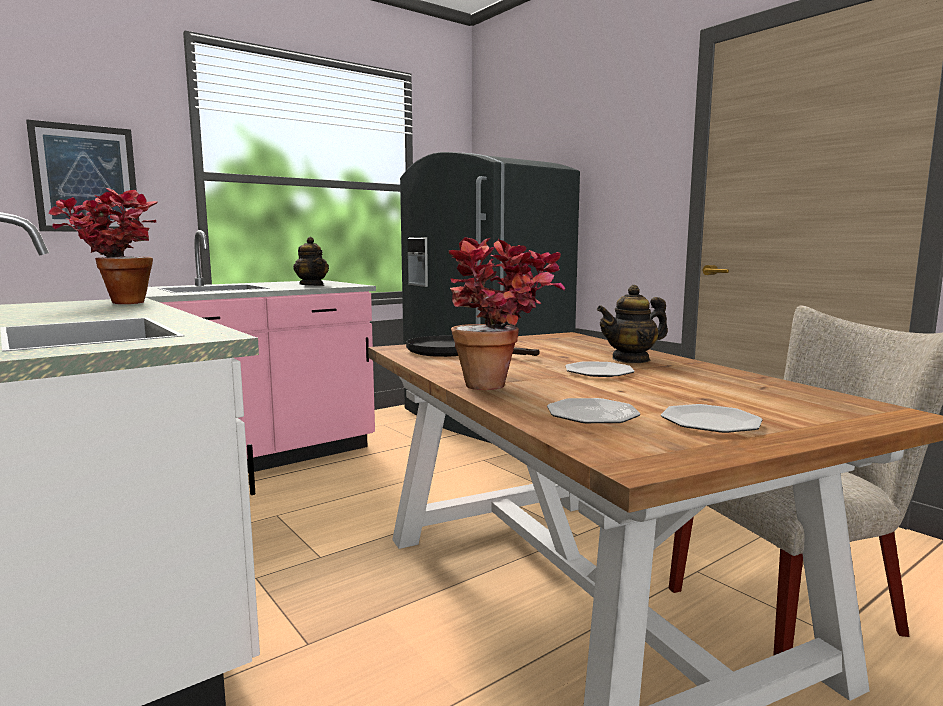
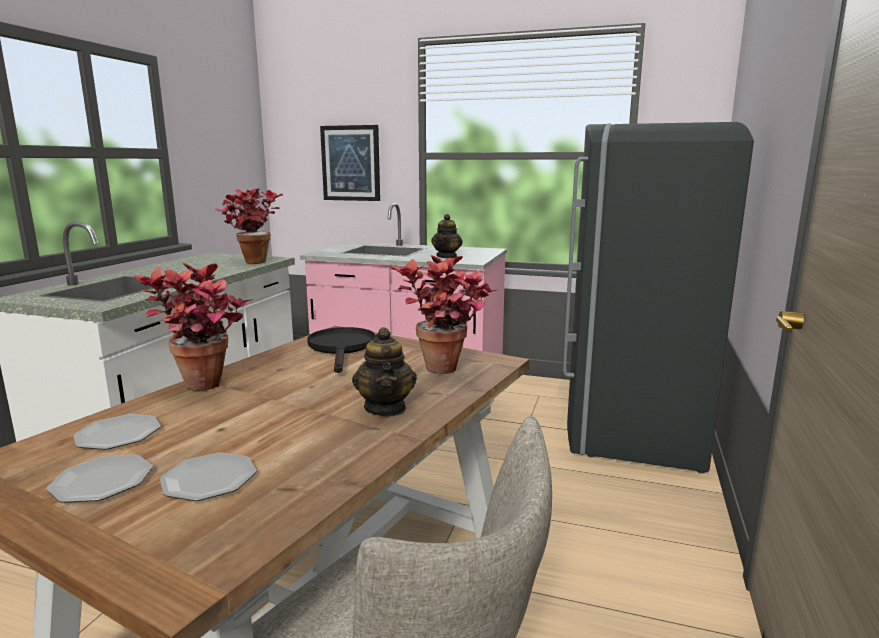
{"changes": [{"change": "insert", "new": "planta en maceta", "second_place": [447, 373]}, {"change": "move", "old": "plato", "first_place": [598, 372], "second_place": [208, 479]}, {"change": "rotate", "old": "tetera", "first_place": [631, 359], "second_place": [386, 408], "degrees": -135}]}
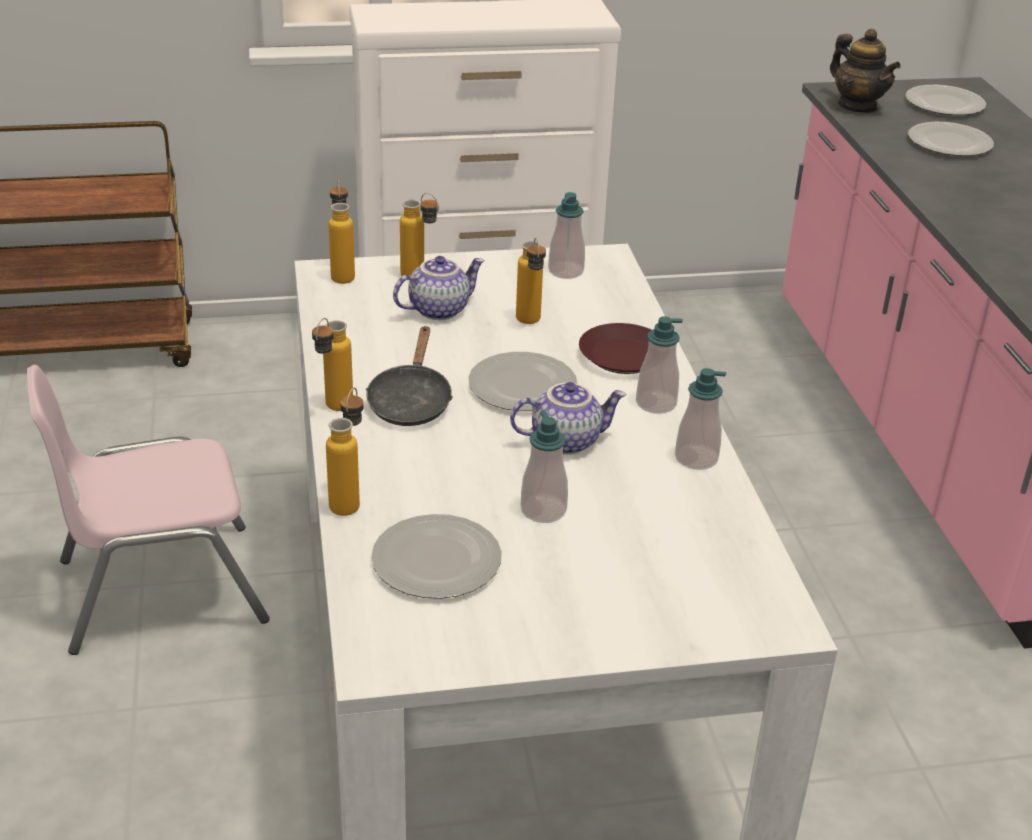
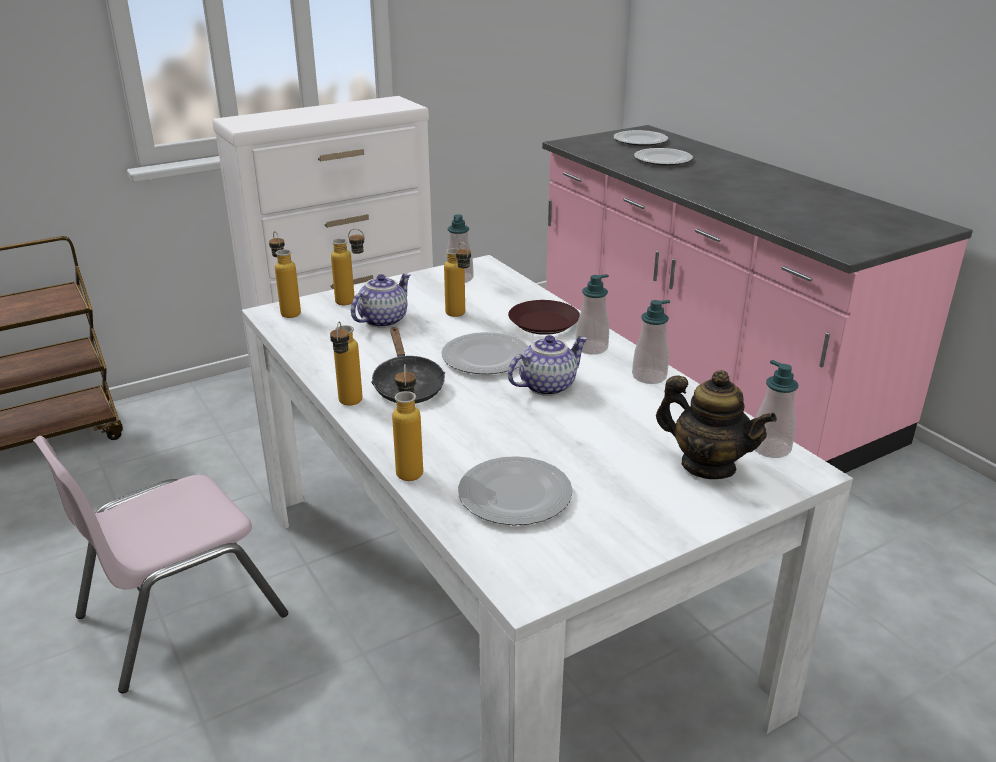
{"changes": [{"change": "move", "old": "dispensador de jabón", "first_place": [543, 510], "second_place": [770, 448]}, {"change": "move", "old": "tetera", "first_place": [857, 106], "second_place": [708, 465]}]}
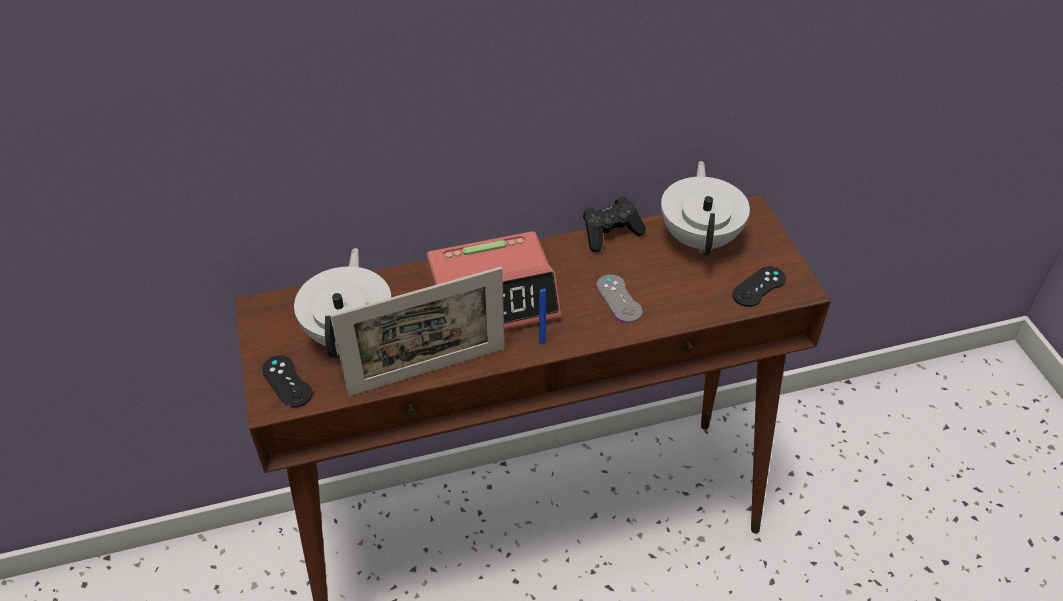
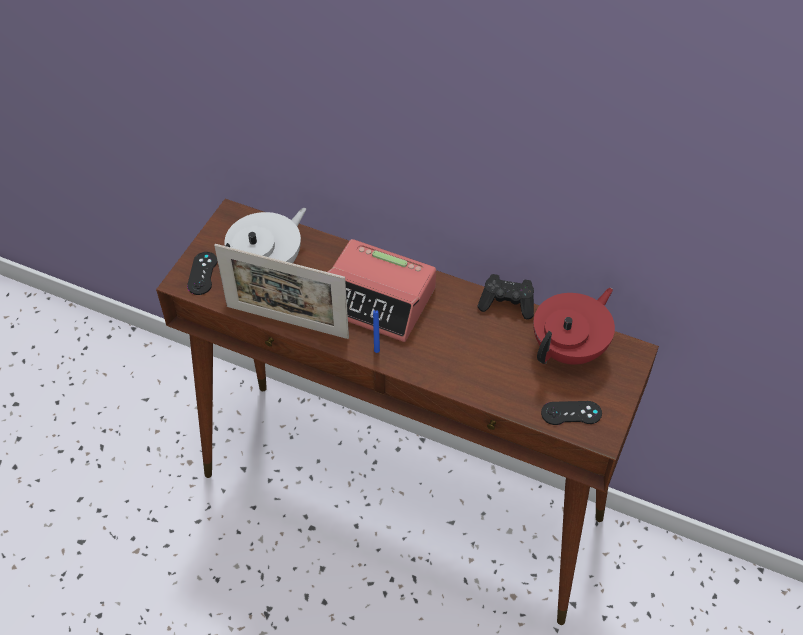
{"changes": [{"change": "delete", "old": "mando de consola [gris]", "first_place": [619, 298]}, {"change": "recolor", "old": "tetera [blanco]", "new": "tetera [rojo]", "first_place": [700, 237], "second_place": [570, 348]}]}
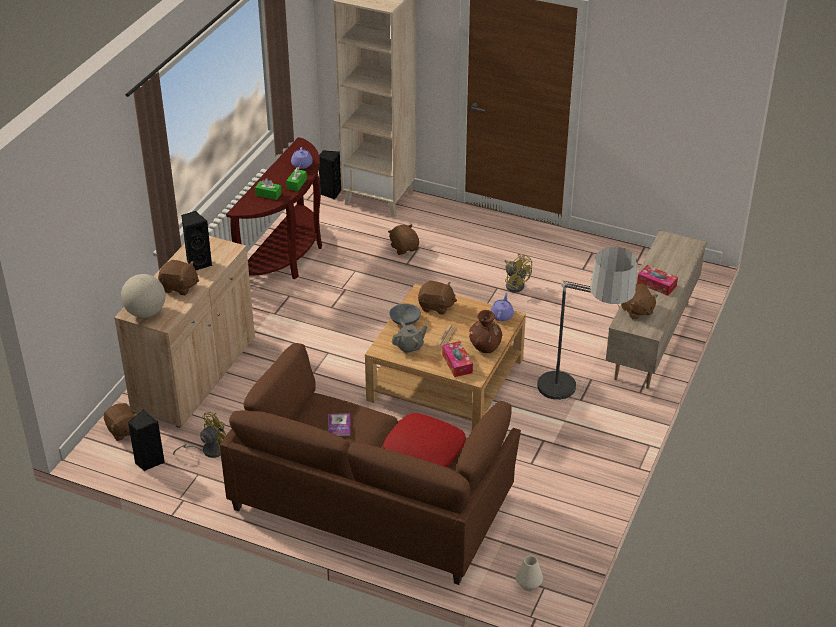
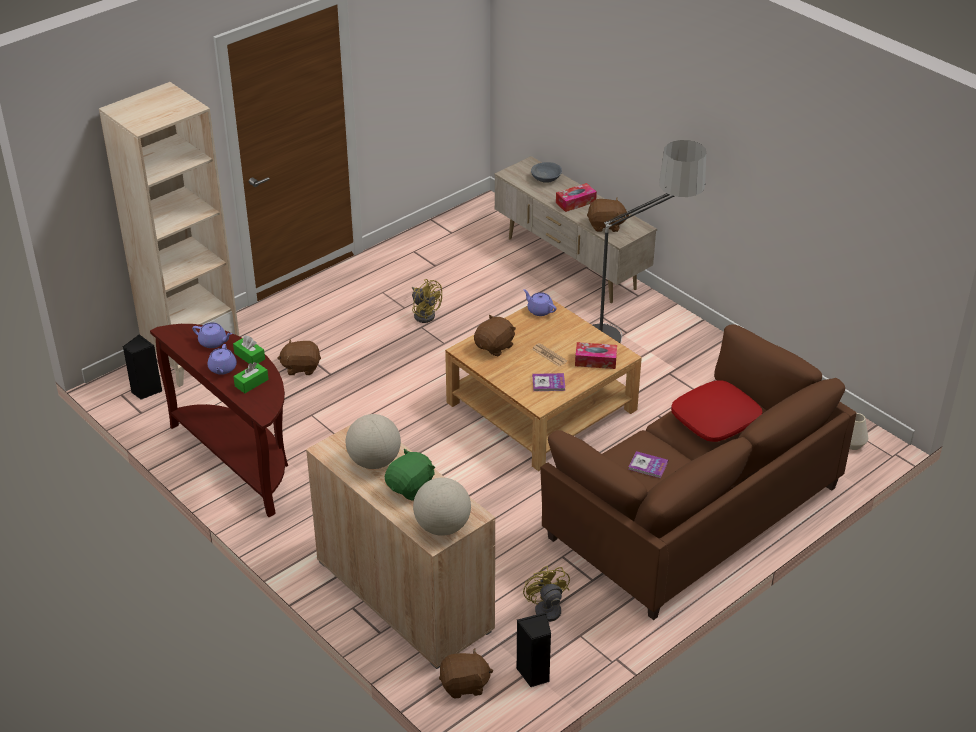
{"changes": [{"change": "delete", "old": "florero [marrón]", "first_place": [485, 346]}, {"change": "insert", "new": "tetera [morado]", "second_place": [222, 369]}, {"change": "move", "old": "cuenco [gris]", "first_place": [404, 321], "second_place": [546, 179]}, {"change": "replace", "old": "altavoz [negro]", "new": "globo terráqueo", "first_place": [198, 263], "second_place": [374, 461]}, {"change": "replace", "old": "tetera [gris]", "new": "libro", "first_place": [409, 346], "second_place": [548, 383]}, {"change": "recolor", "old": "peluche [marrón]", "new": "peluche [verde]", "first_place": [179, 287], "second_place": [411, 487]}, {"change": "rotate", "old": "ventilador [amarillo]", "first_place": [515, 284], "second_place": [425, 314], "degrees": 60}]}
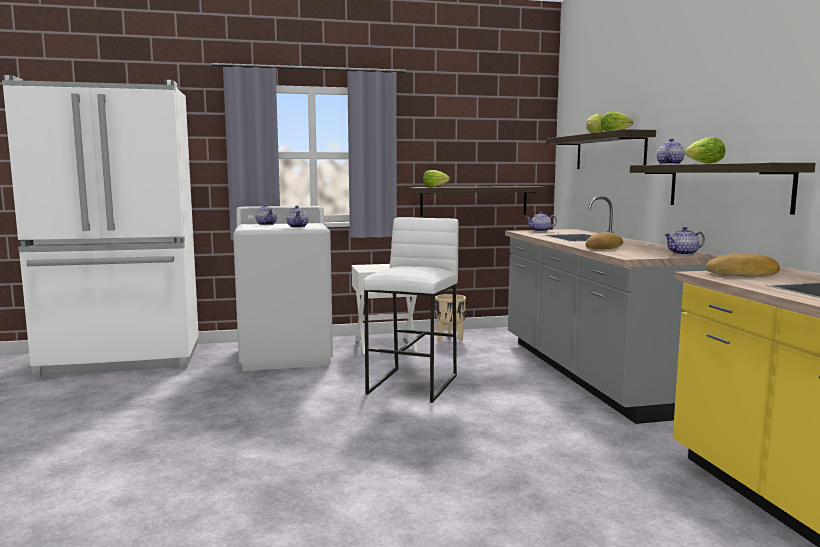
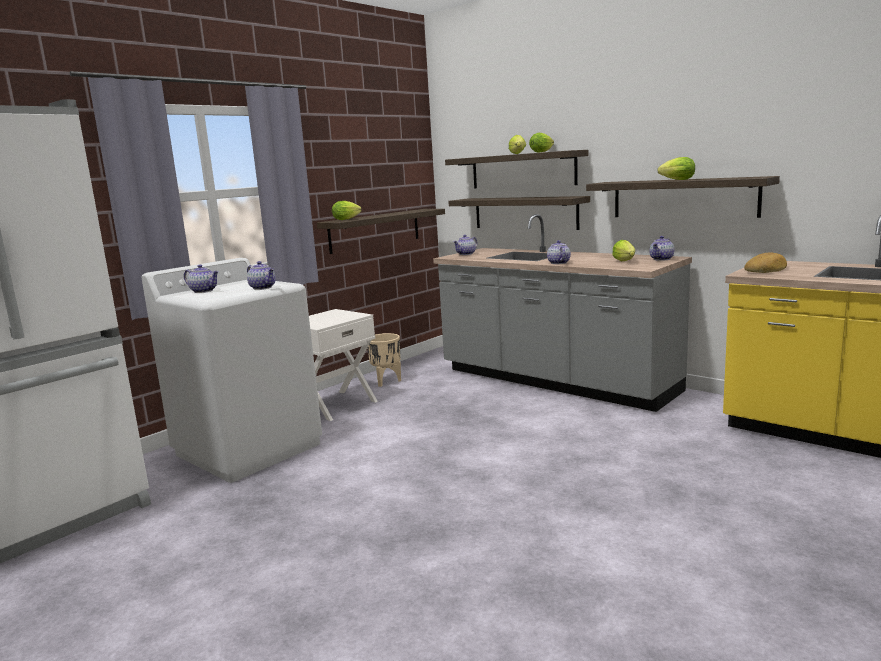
{"changes": [{"change": "delete", "old": "taburete [blanco]", "first_place": [414, 384]}, {"change": "delete", "old": "pan", "first_place": [603, 247]}, {"change": "insert", "new": "estante", "second_place": [525, 213]}, {"change": "insert", "new": "lechuga", "second_place": [625, 261]}, {"change": "move", "old": "tetera", "first_place": [669, 164], "second_place": [558, 263]}]}
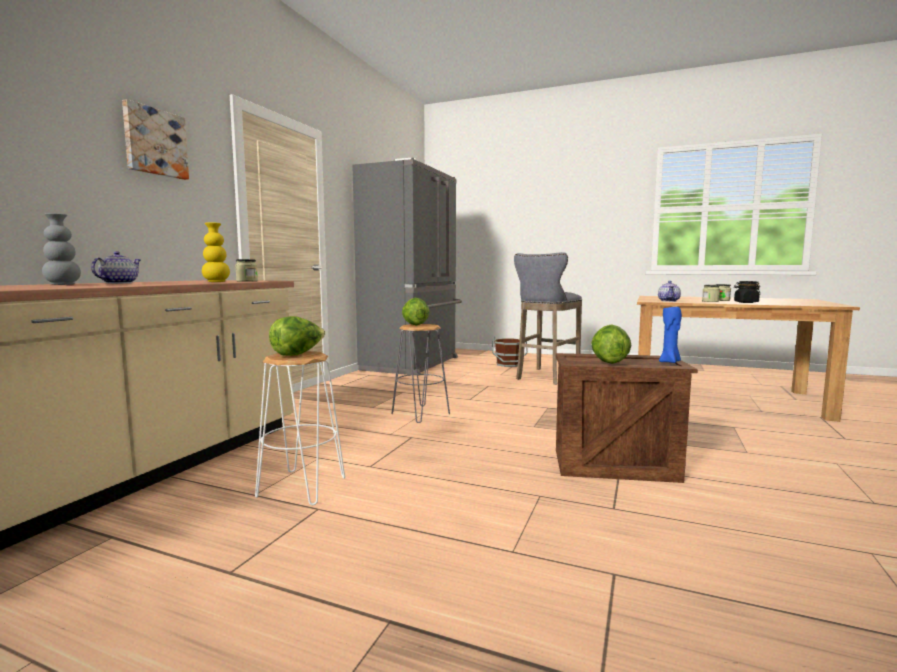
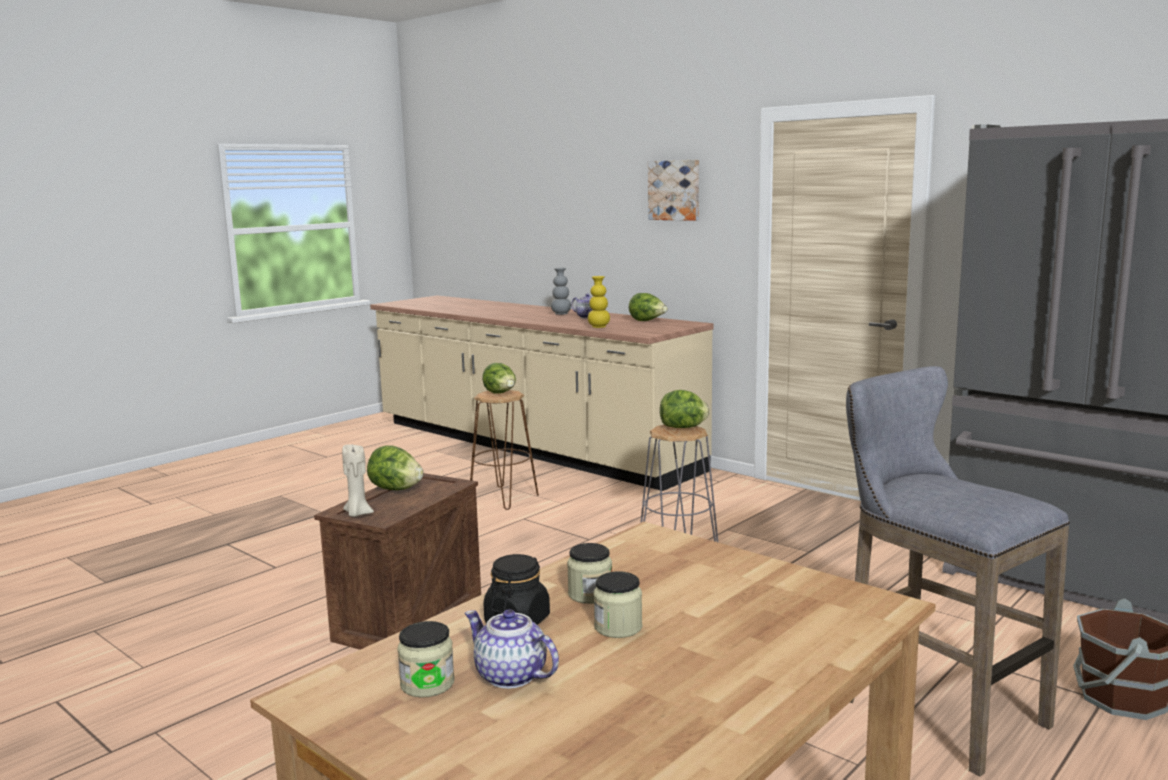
{"changes": [{"change": "insert", "new": "lechuga", "second_place": [647, 321]}, {"change": "move", "old": "tarro", "first_place": [247, 281], "second_place": [427, 684]}, {"change": "move", "old": "tetera", "first_place": [669, 301], "second_place": [511, 676]}, {"change": "recolor", "old": "taburete [blanco]", "new": "taburete [marrón]", "first_place": [301, 487], "second_place": [503, 498]}, {"change": "recolor", "old": "vela [azul]", "new": "vela [beis]", "first_place": [670, 362], "second_place": [357, 514]}]}
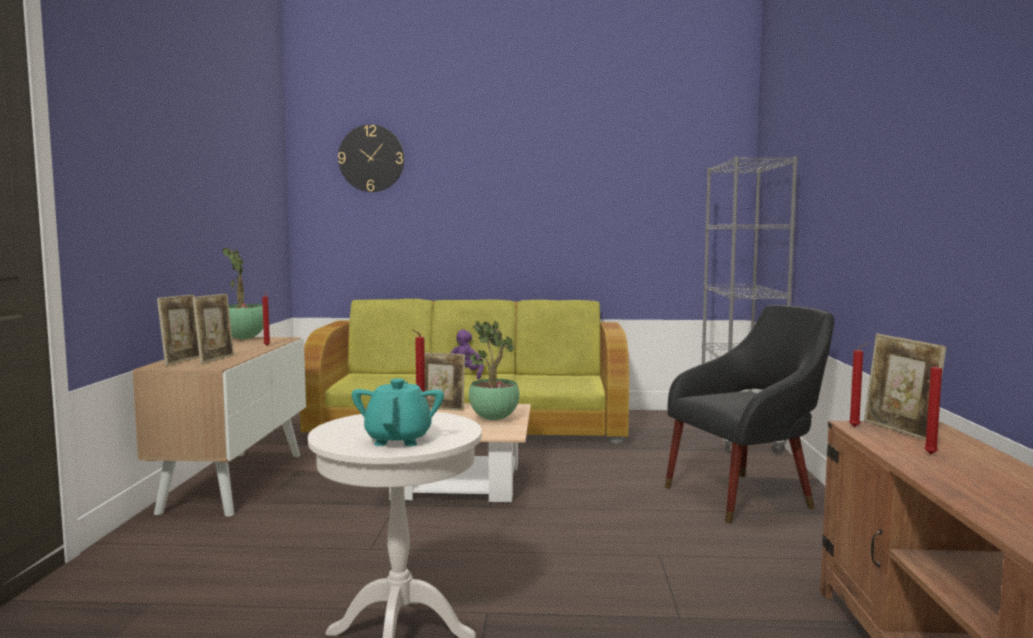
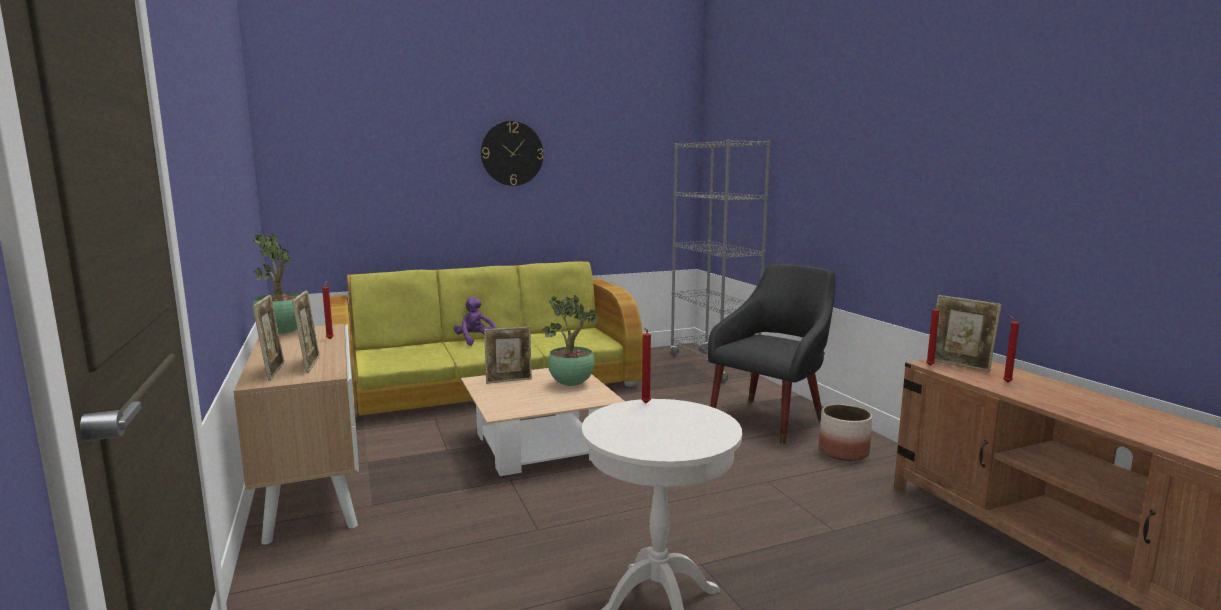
{"changes": [{"change": "delete", "old": "tetera [turquesa]", "first_place": [398, 439]}, {"change": "insert", "new": "maceta", "second_place": [843, 451]}, {"change": "move", "old": "reloj de pared", "first_place": [371, 158], "second_place": [512, 153]}]}
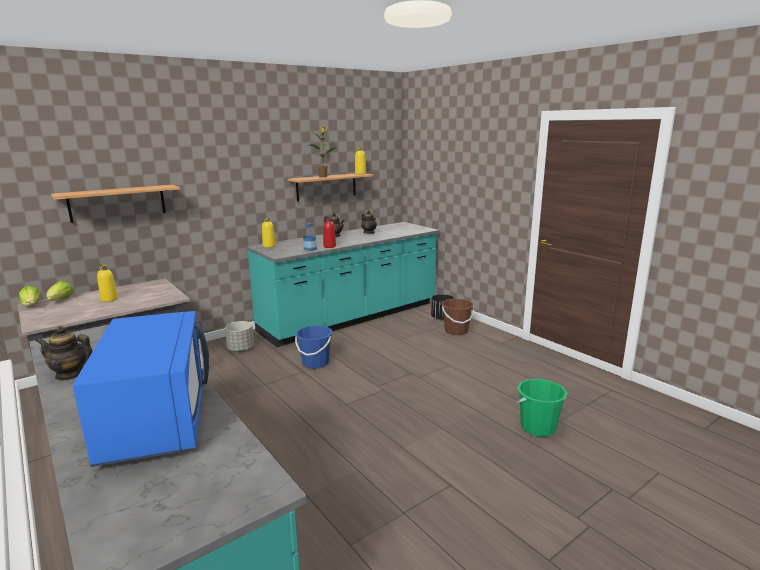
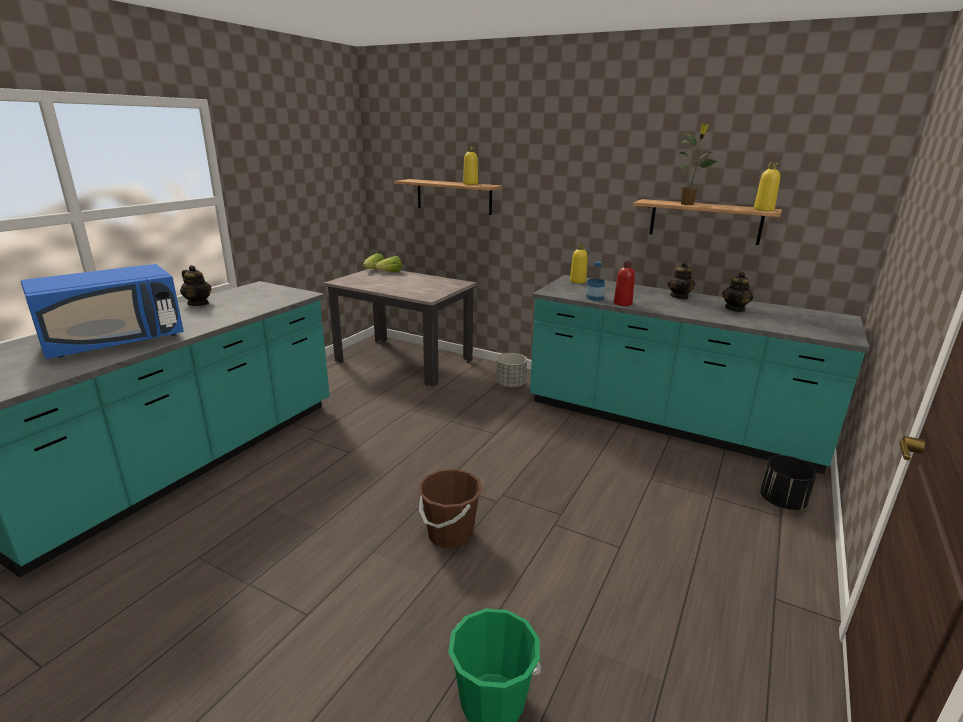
{"changes": [{"change": "delete", "old": "cubo [azul]", "first_place": [315, 363]}, {"change": "move", "old": "botella [amarillo]", "first_place": [109, 299], "second_place": [470, 184]}, {"change": "move", "old": "cubo [marrón]", "first_place": [456, 331], "second_place": [450, 534]}, {"change": "rotate", "old": "tetera", "first_place": [70, 374], "second_place": [198, 303], "degrees": 150}]}
